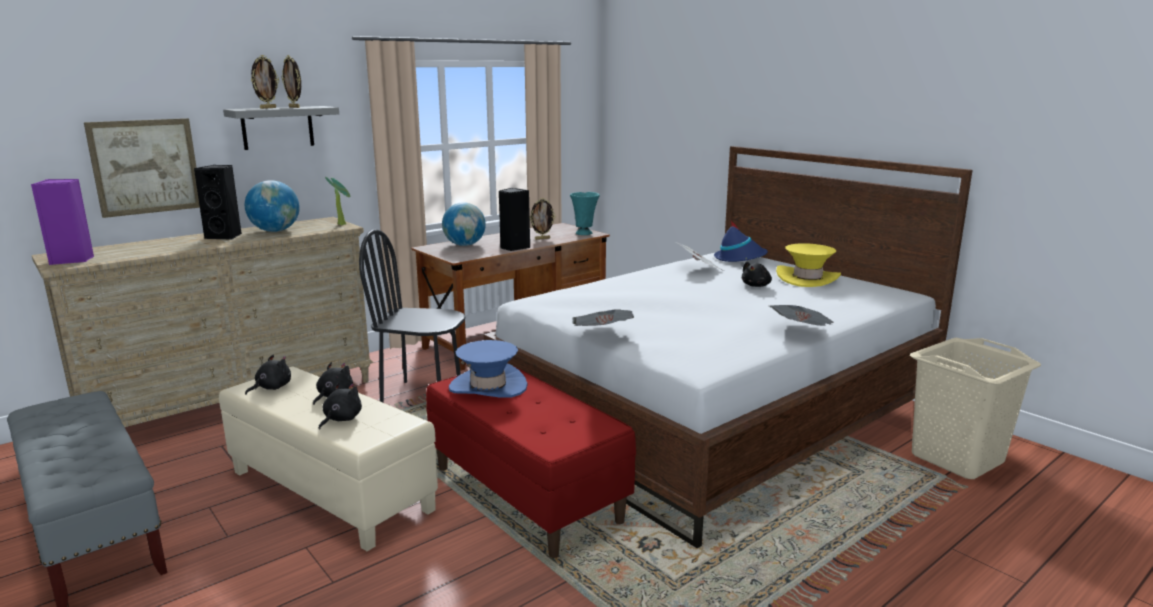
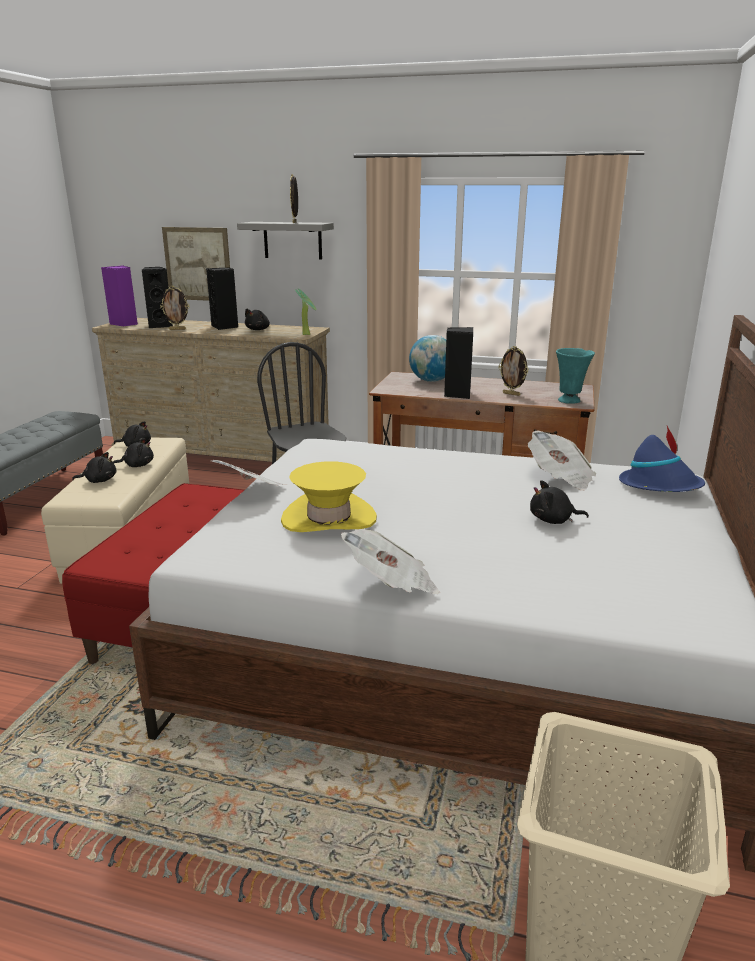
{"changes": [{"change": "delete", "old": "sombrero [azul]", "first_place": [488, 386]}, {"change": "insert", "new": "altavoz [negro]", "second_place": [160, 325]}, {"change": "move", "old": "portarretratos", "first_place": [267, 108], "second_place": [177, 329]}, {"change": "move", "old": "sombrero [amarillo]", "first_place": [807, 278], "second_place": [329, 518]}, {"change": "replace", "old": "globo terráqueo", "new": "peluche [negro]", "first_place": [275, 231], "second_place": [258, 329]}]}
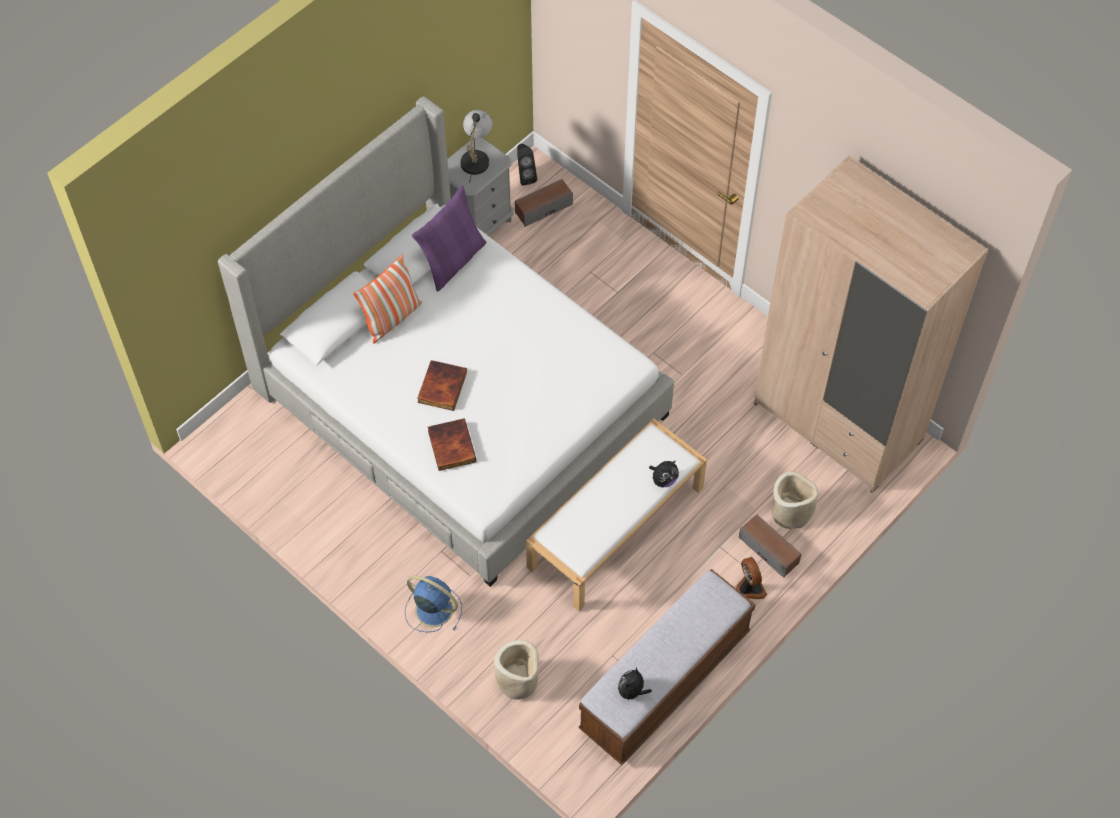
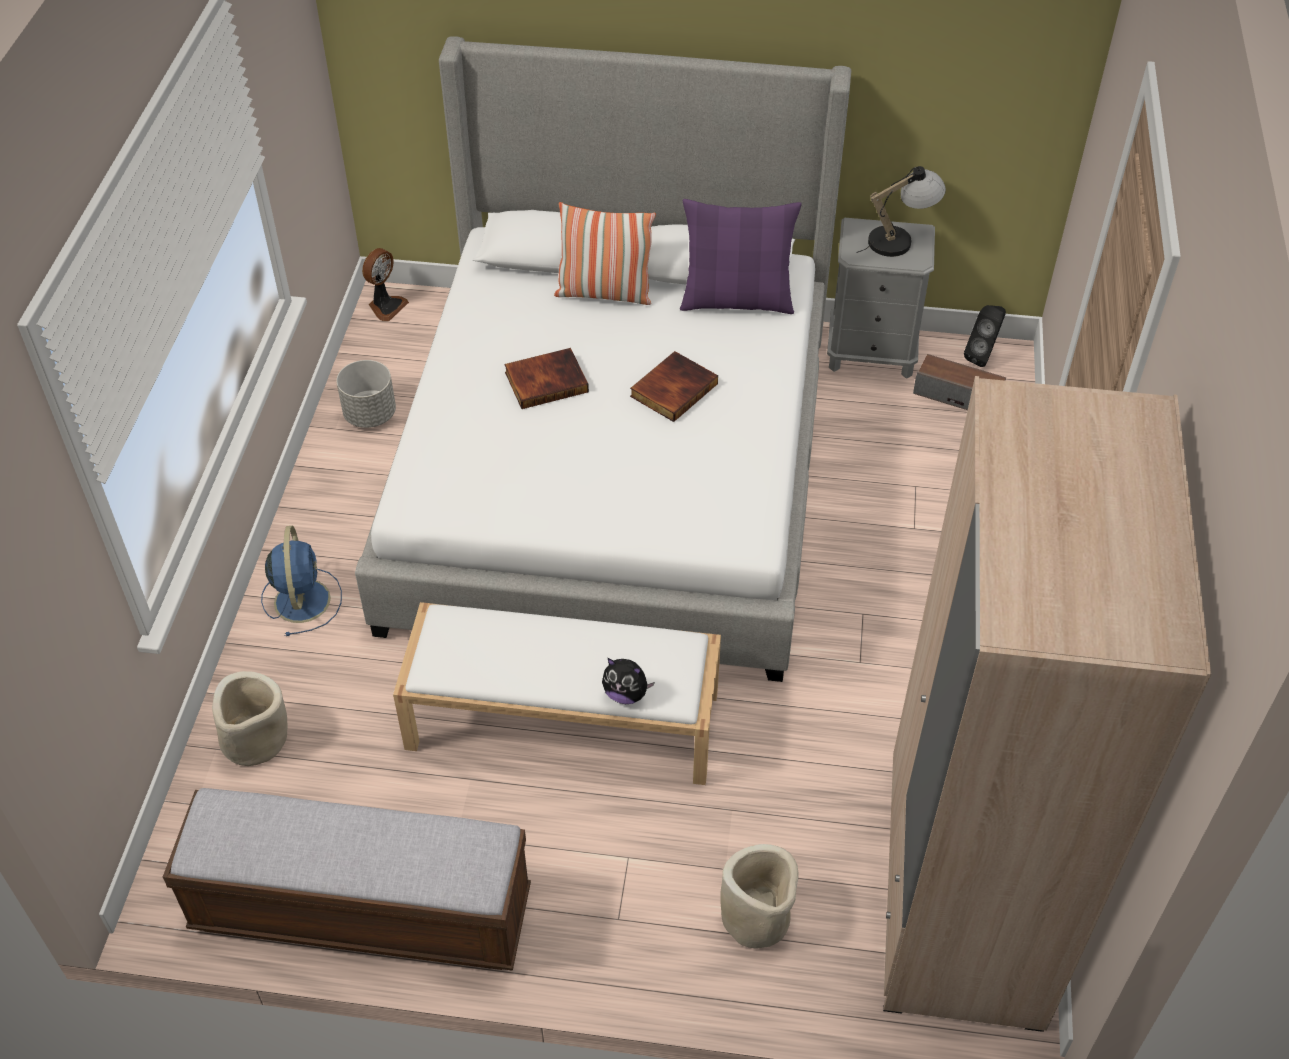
{"changes": [{"change": "delete", "old": "peluche", "first_place": [632, 691]}, {"change": "delete", "old": "altavoz", "first_place": [769, 550]}, {"change": "insert", "new": "maceta [gris]", "second_place": [370, 414]}, {"change": "move", "old": "libro", "first_place": [450, 446], "second_place": [673, 389]}, {"change": "move", "old": "ventilador", "first_place": [749, 588], "second_place": [386, 306]}]}
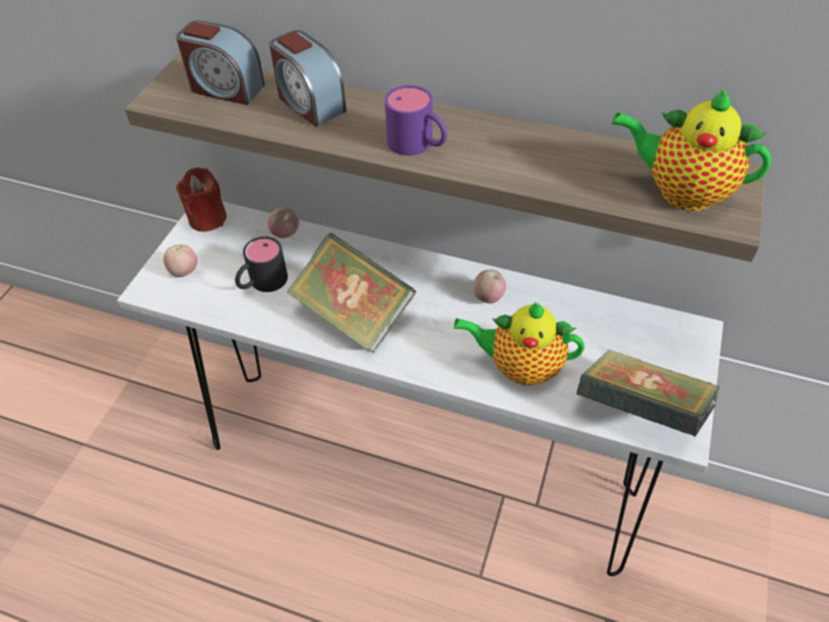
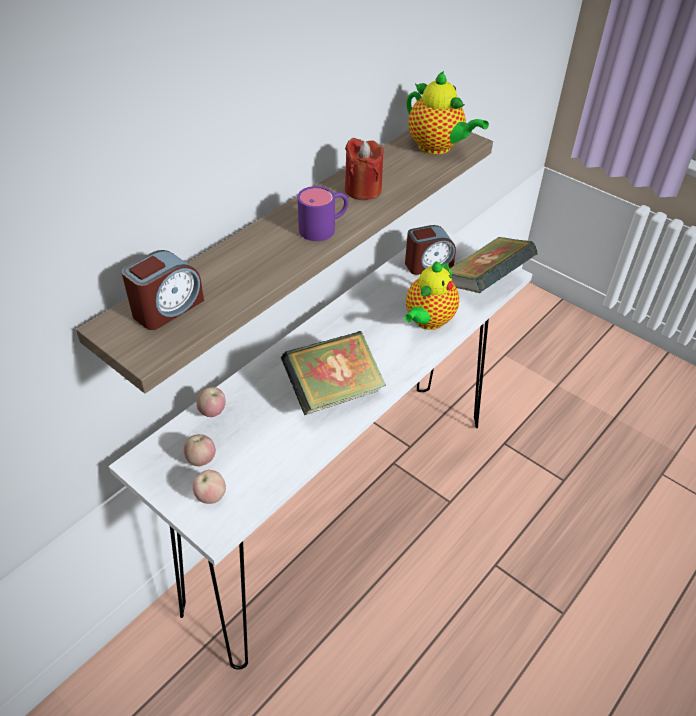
{"changes": [{"change": "delete", "old": "taza grande [negro]", "first_place": [262, 283]}, {"change": "move", "old": "vela [rojo]", "first_place": [207, 218], "second_place": [363, 190]}, {"change": "move", "old": "despertador", "first_place": [310, 103], "second_place": [428, 264]}, {"change": "move", "old": "manzana", "first_place": [488, 297], "second_place": [201, 460]}, {"change": "rotate", "old": "tetera", "first_place": [680, 192], "second_place": [437, 147], "degrees": -90}]}
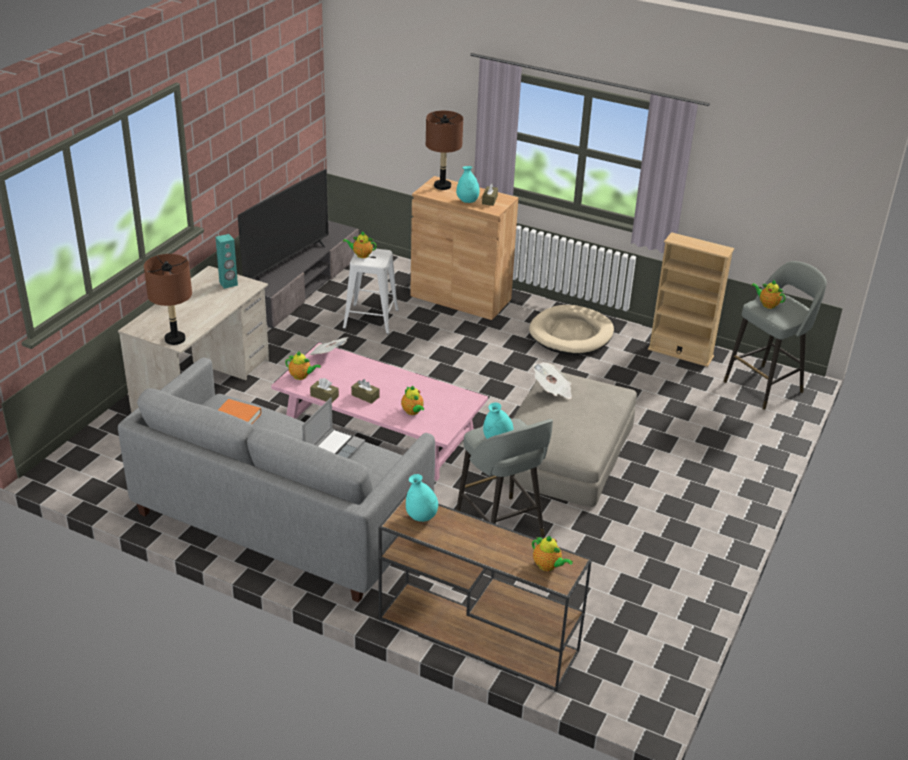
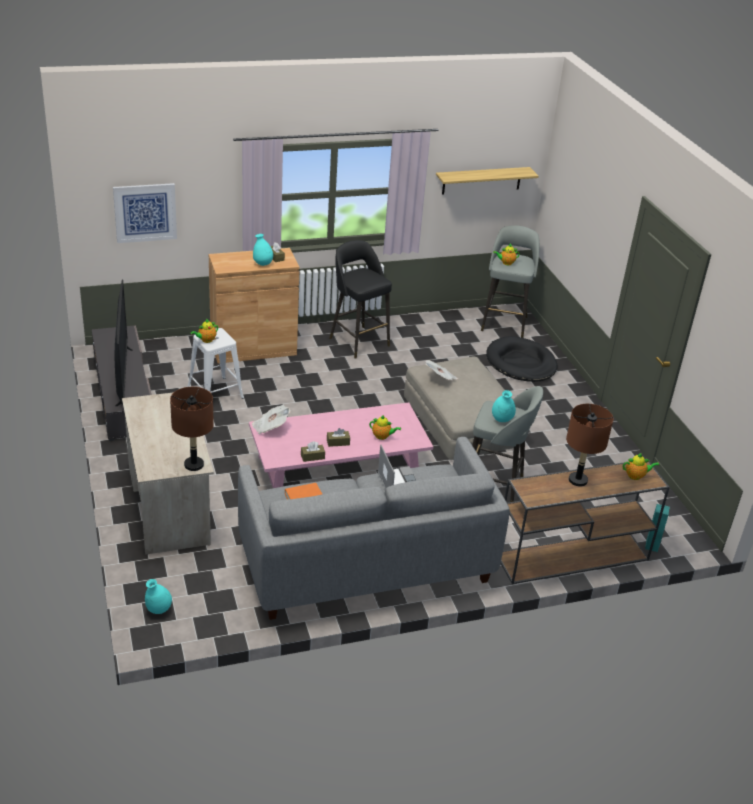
{"changes": [{"change": "delete", "old": "tetera", "first_place": [301, 376]}, {"change": "delete", "old": "estantería [beis]", "first_place": [680, 353]}, {"change": "insert", "new": "cuadro", "second_place": [145, 212]}, {"change": "insert", "new": "estante", "second_place": [481, 180]}, {"change": "insert", "new": "cama para perro [negro]", "second_place": [521, 363]}, {"change": "move", "old": "altavoz [turquesa]", "first_place": [228, 284], "second_place": [652, 546]}, {"change": "move", "old": "florero [turquesa]", "first_place": [421, 517], "second_place": [158, 610]}, {"change": "move", "old": "lámpara de mesa [marrón]", "first_place": [442, 186], "second_place": [578, 480]}, {"change": "replace", "old": "cama para perro [beis]", "new": "taburete [negro]", "first_place": [571, 334], "second_place": [358, 341]}]}
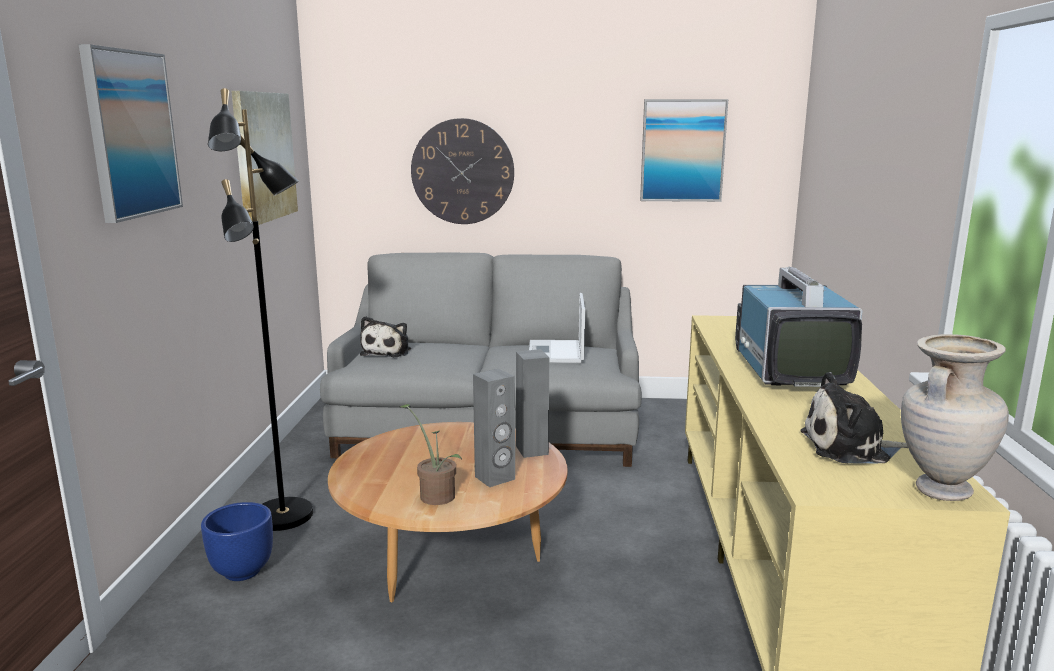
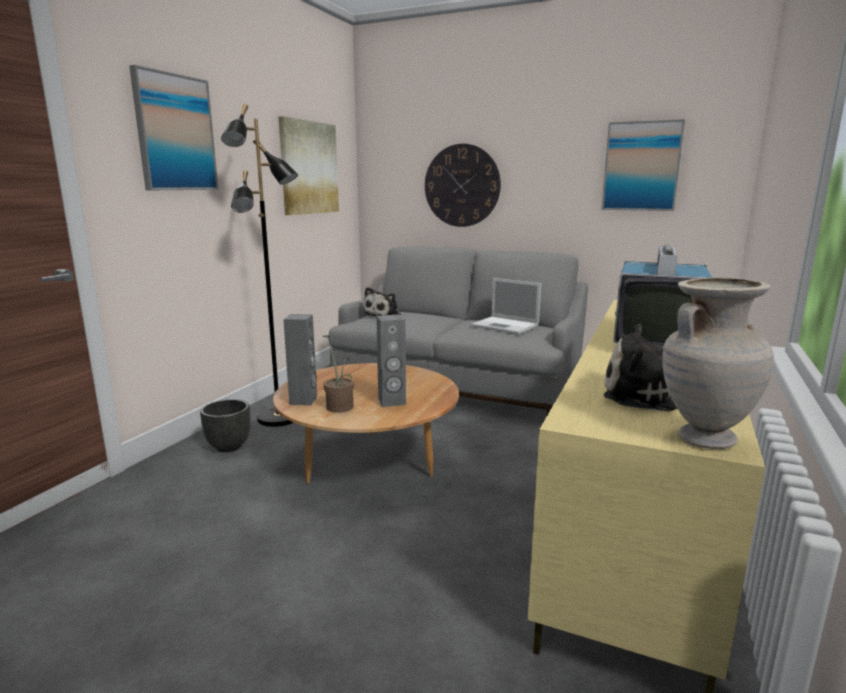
{"changes": [{"change": "move", "old": "altavoz [gris]", "first_place": [532, 450], "second_place": [304, 400]}, {"change": "recolor", "old": "maceta [azul]", "new": "maceta [negro]", "first_place": [243, 571], "second_place": [229, 447]}, {"change": "rotate", "old": "portátil", "first_place": [556, 353], "second_place": [506, 326], "degrees": -75}]}
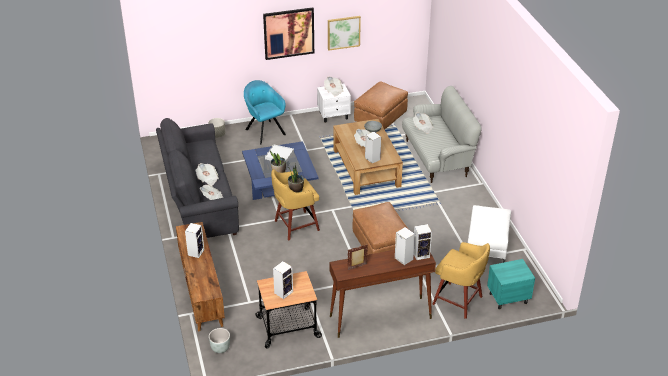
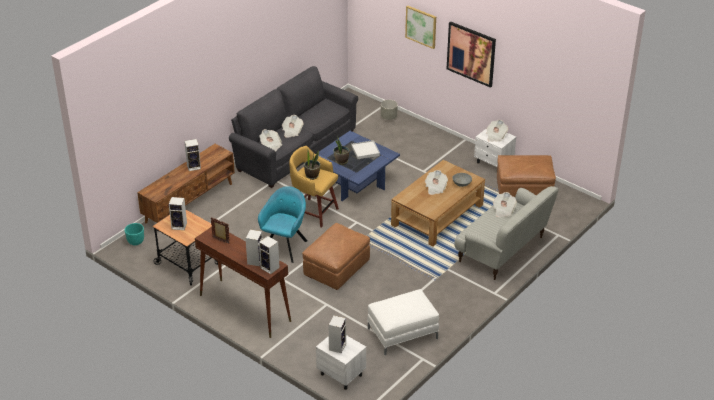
{"changes": [{"change": "delete", "old": "taburete [amarillo]", "first_place": [459, 301]}, {"change": "move", "old": "sillón [turquesa]", "first_place": [264, 131], "second_place": [285, 246]}, {"change": "move", "old": "cuadro", "first_place": [343, 32], "second_place": [421, 26]}, {"change": "move", "old": "altavoz", "first_place": [372, 158], "second_place": [337, 346]}, {"change": "recolor", "old": "maceta [gris]", "new": "maceta [turquesa]", "first_place": [220, 348], "second_place": [135, 242]}, {"change": "recolor", "old": "mesita de noche [turquesa]", "new": "mesita de noche [blanco]", "first_place": [507, 298], "second_place": [341, 374]}]}
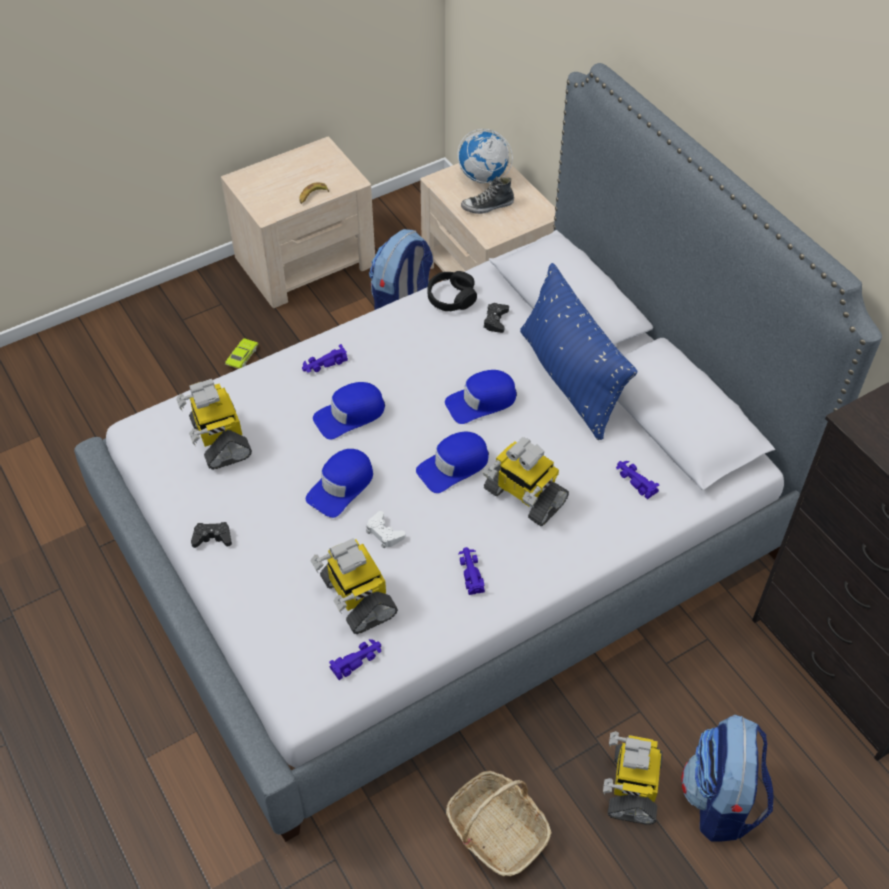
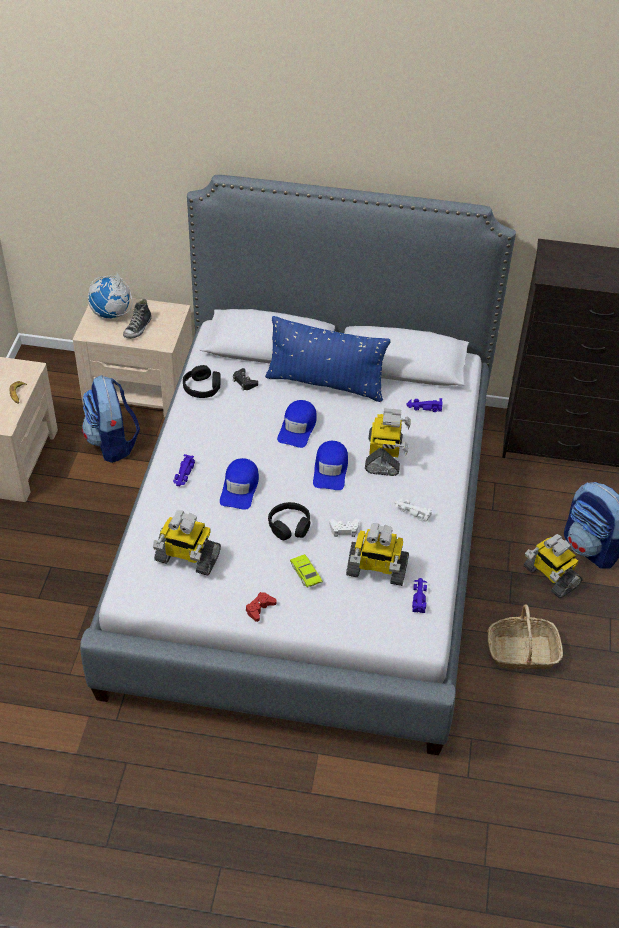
{"changes": [{"change": "move", "old": "coche de juguete [verde]", "first_place": [242, 357], "second_place": [306, 574]}, {"change": "replace", "old": "gorra [azul]", "new": "auriculares [negro]", "first_place": [341, 486], "second_place": [289, 526]}, {"change": "recolor", "old": "mando de consola [negro]", "new": "mando de consola [rojo]", "first_place": [212, 538], "second_place": [260, 608]}, {"change": "recolor", "old": "coche de juguete [morado]", "new": "coche de juguete [blanco]", "first_place": [471, 572], "second_place": [411, 511]}, {"change": "rotate", "old": "robot de juguete", "first_place": [523, 496], "second_place": [384, 456], "degrees": -75}]}
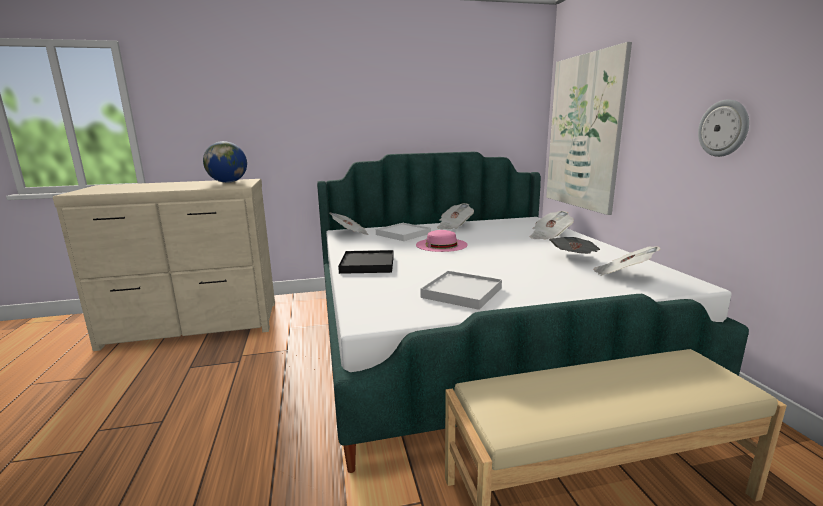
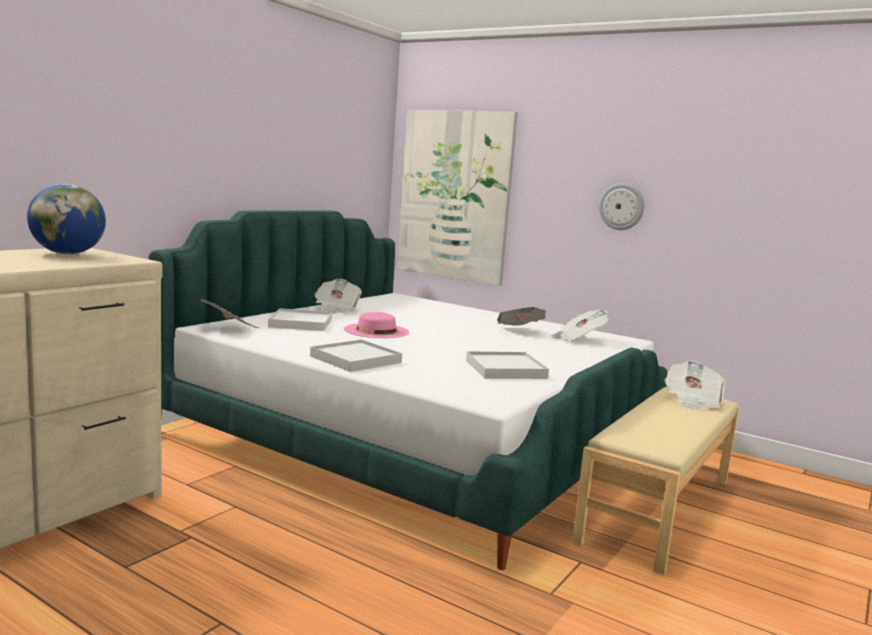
{"changes": [{"change": "move", "old": "periódico", "first_place": [549, 236], "second_place": [692, 401]}, {"change": "recolor", "old": "bandeja [negro]", "new": "bandeja [blanco]", "first_place": [367, 265], "second_place": [356, 359]}]}
